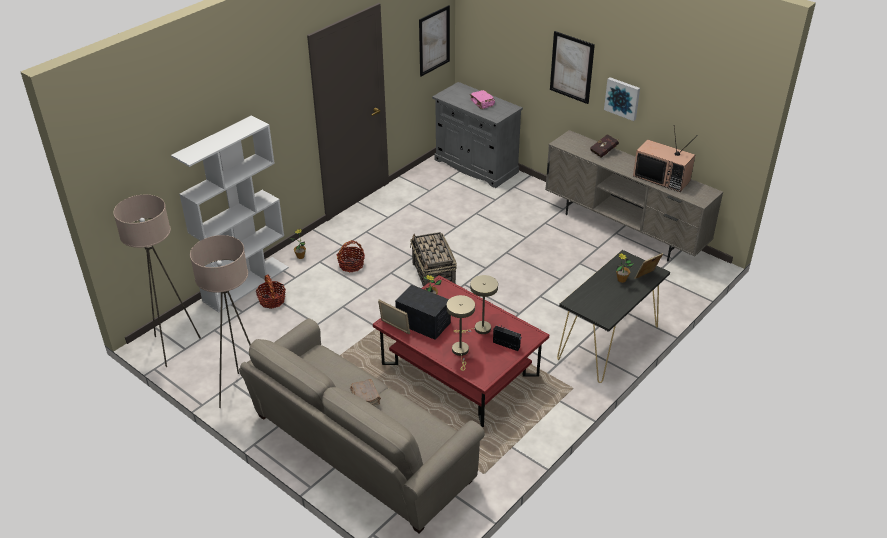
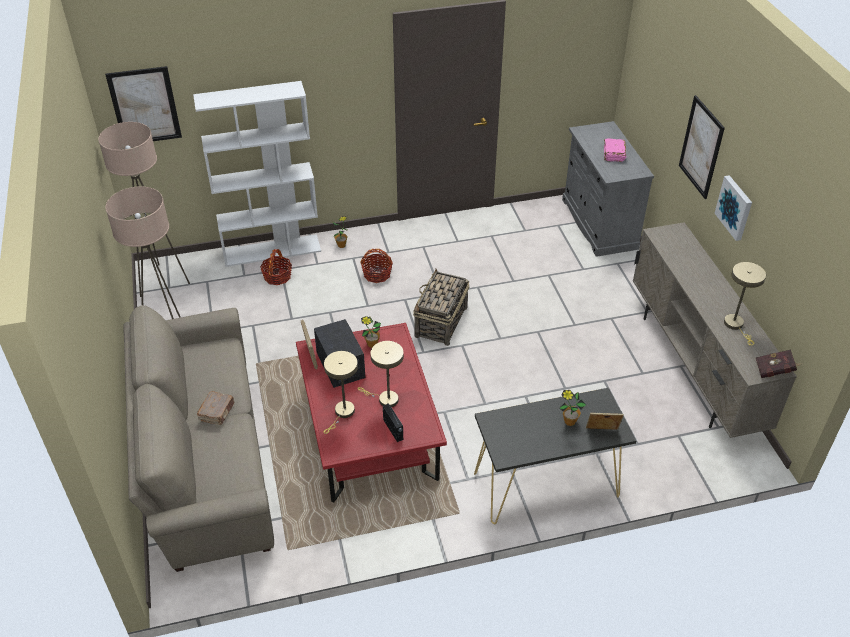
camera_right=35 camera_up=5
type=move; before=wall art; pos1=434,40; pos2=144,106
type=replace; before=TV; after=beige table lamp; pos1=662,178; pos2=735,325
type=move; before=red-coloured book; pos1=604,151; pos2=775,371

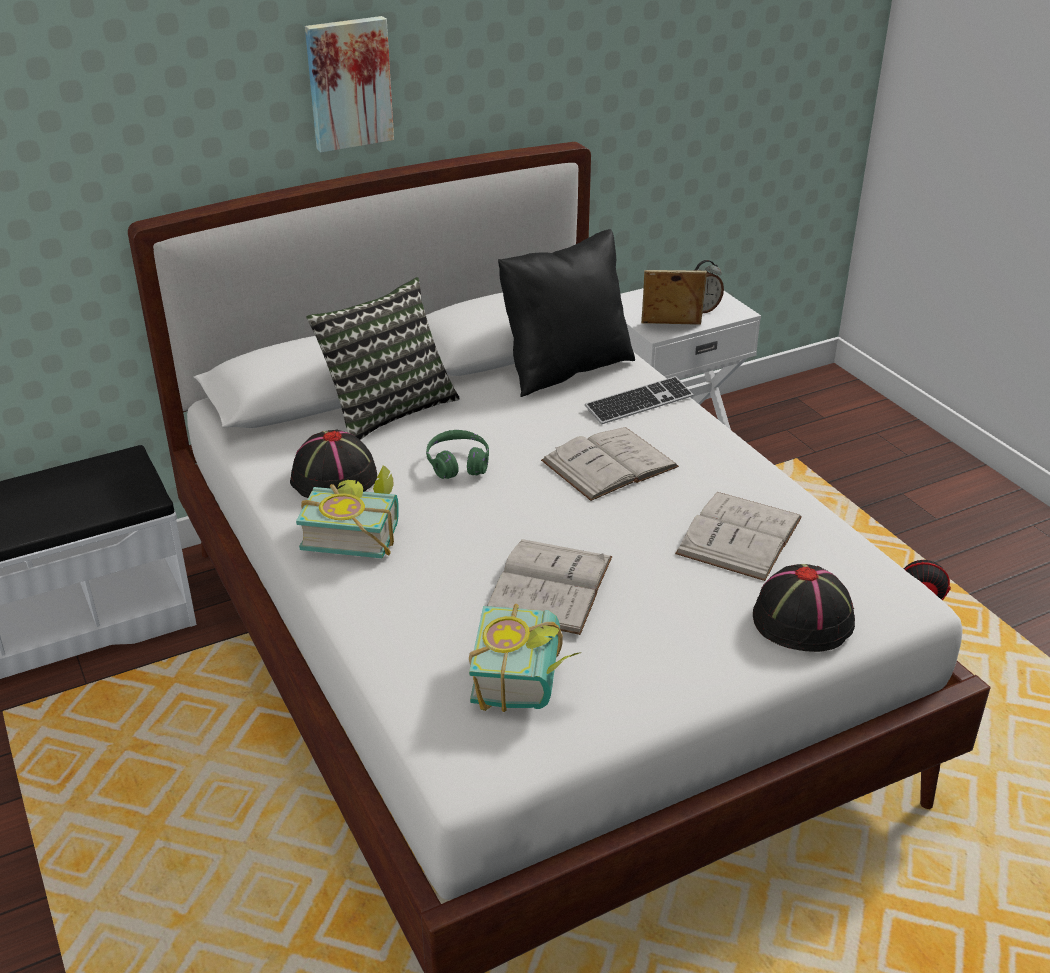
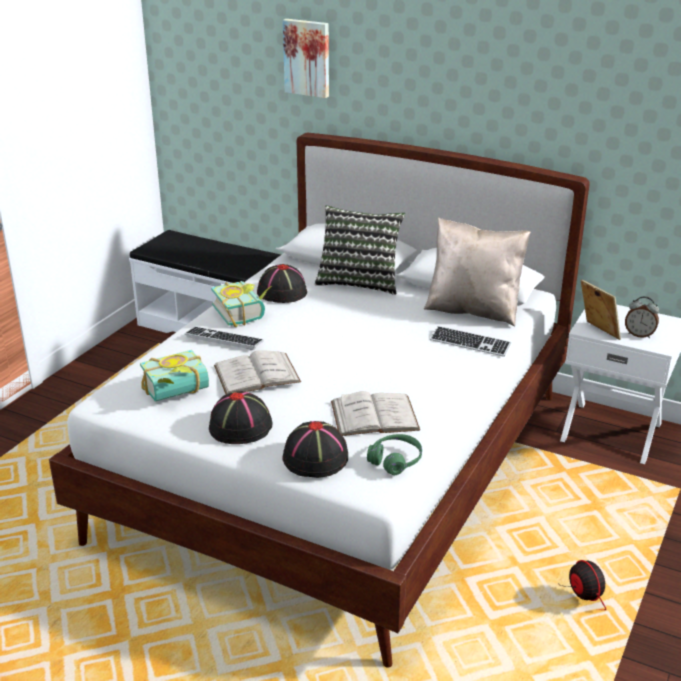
camera_right=55 camera_up=-5
type=insert; after=keyboard; pos2=224,339
type=insert; after=blackish wearable hat; pos2=241,426
type=move; before=wall art; pos1=348,83; pos2=307,57
type=move; before=green pair of headphones; pos1=458,464; pos2=395,461
type=recolor; before=blackish throw pillow; after=beige throw pillow; pos1=565,368; pos2=473,310
type=delete; before=white book; pos1=609,464

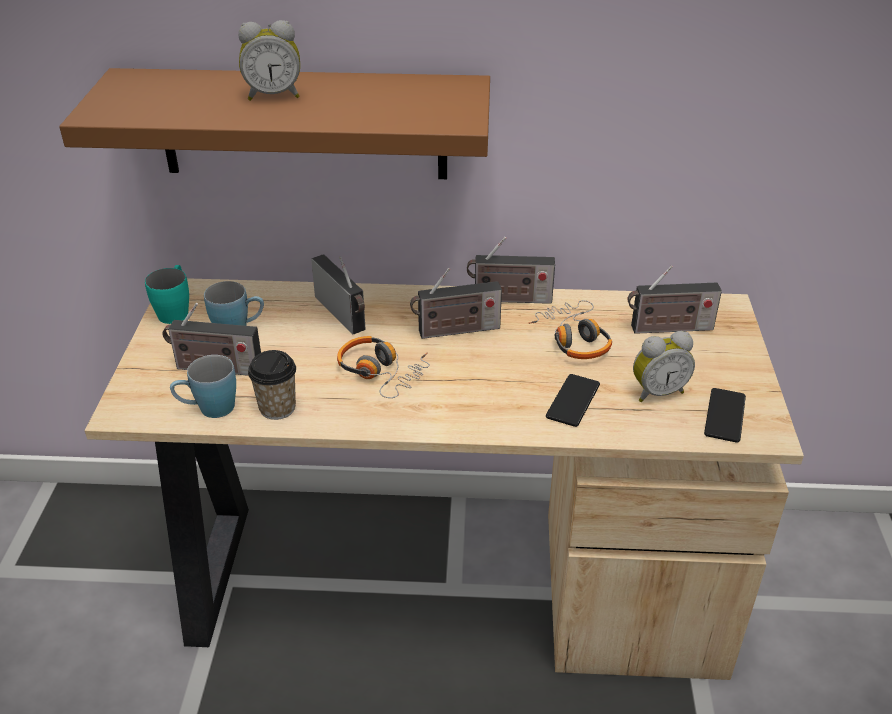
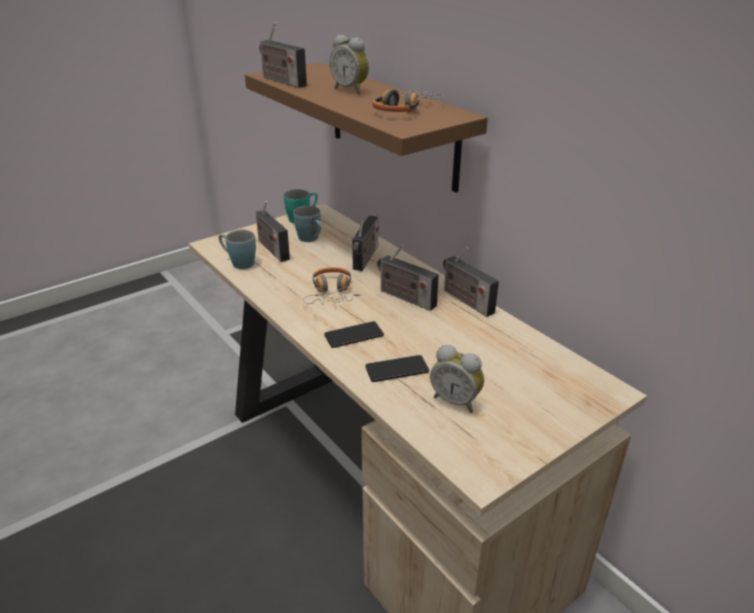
camera_right=50 camera_up=-5
type=move; before=radio; pos1=668,328; pos2=281,81
type=move; before=telephone; pos1=724,416; pos2=354,335
type=move; before=pair of headphones; pos1=573,339; pos2=403,109
type=delete; before=cup; pos1=277,408

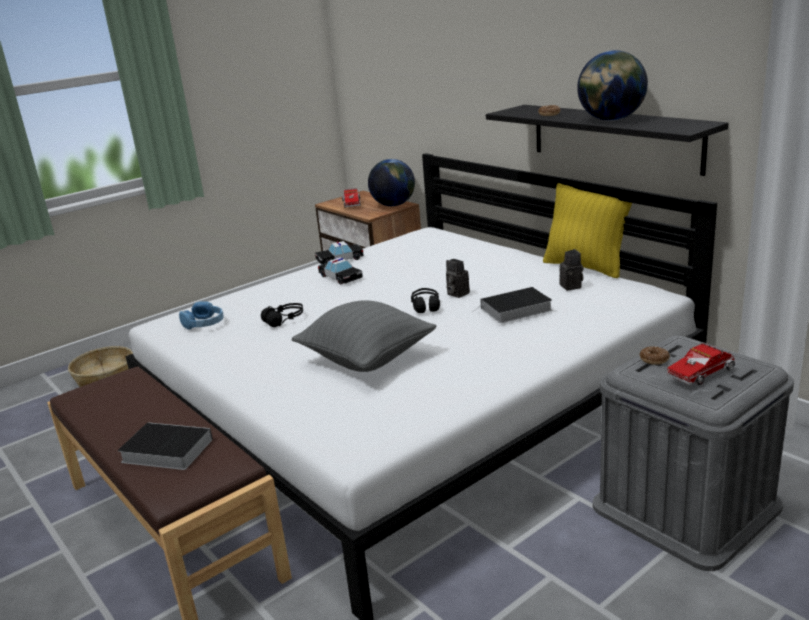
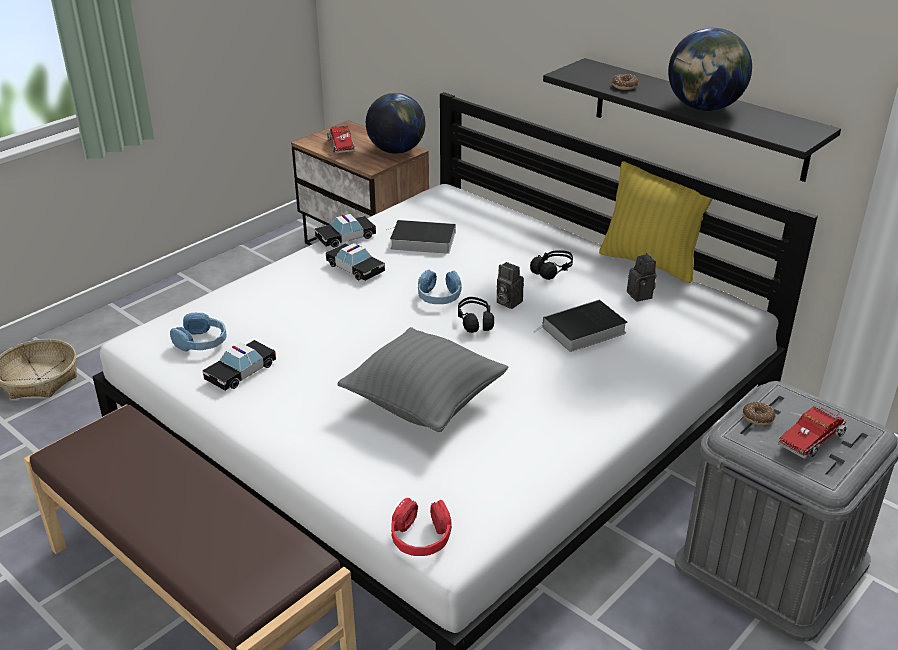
camera_right=-10 camera_up=10
type=insert; after=toy car; pos2=241,372
type=move; before=book; pos1=164,451; pos2=420,241
type=insert; after=red-coloured pair of headphones; pos2=421,537
type=insert; after=blue-coloured pair of headphones; pos2=439,296
type=move; before=blackish pair of headphones; pos1=284,320; pos2=552,270

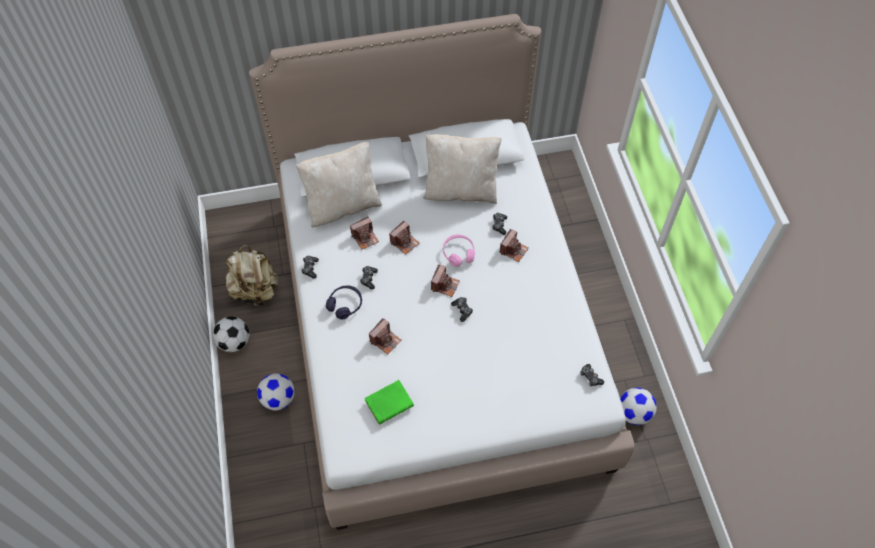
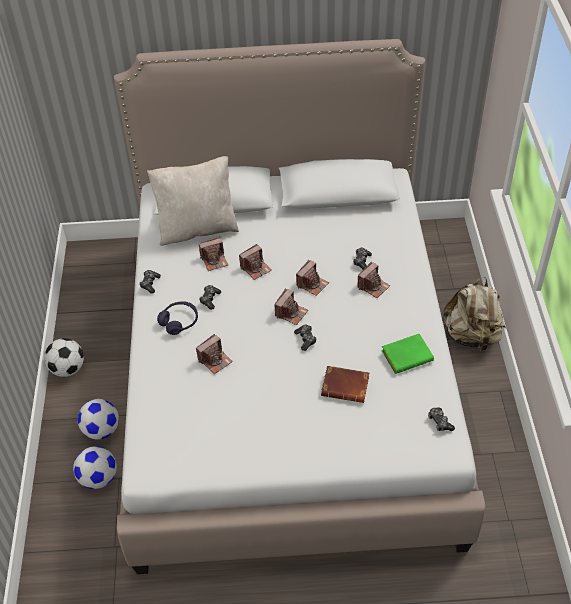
camera_right=10 camera_up=-10
type=move; before=football; pos1=634,413; pos2=99,478
type=replace; before=pink pair of headphones; after=still camera; pos1=458,253; pos2=312,284
type=insert; after=brown book; pos2=346,386
type=move; before=green book; pos1=389,402; pos2=407,355
type=move; before=beige knapsack; pos1=255,290; pos2=471,336
type=delete; before=beige throw pillow; pos1=461,190

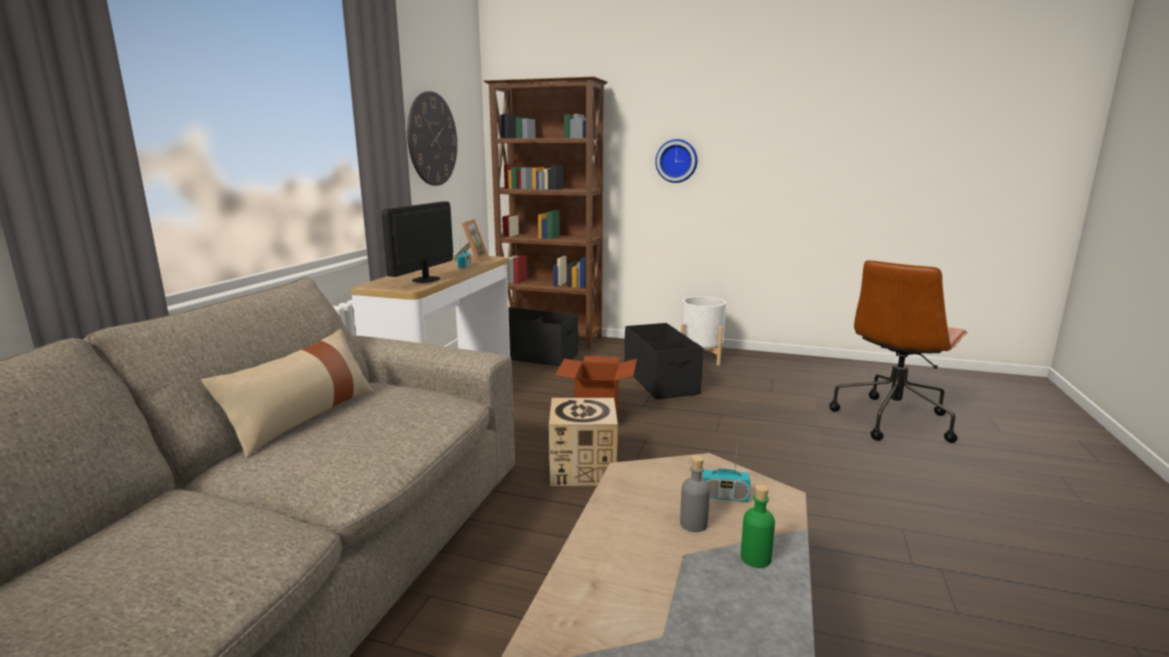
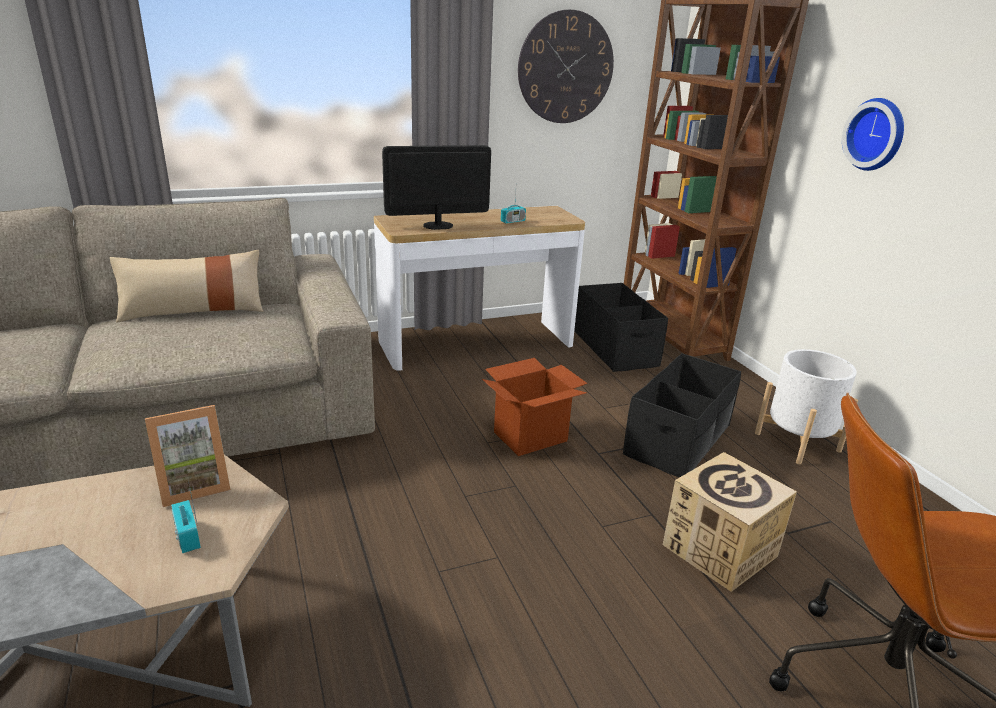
camera_right=50 camera_up=10
type=move; before=photo frame; pos1=472,259; pos2=194,485
type=move; before=cardboard box; pos1=583,469; pos2=719,550
type=delete; before=greyish drink bottle; pos1=693,524
type=delete; before=green drink bottle; pos1=755,558

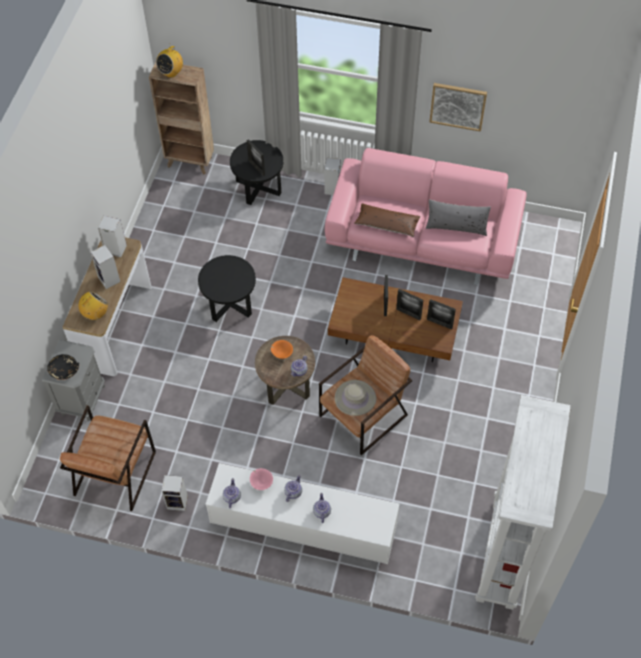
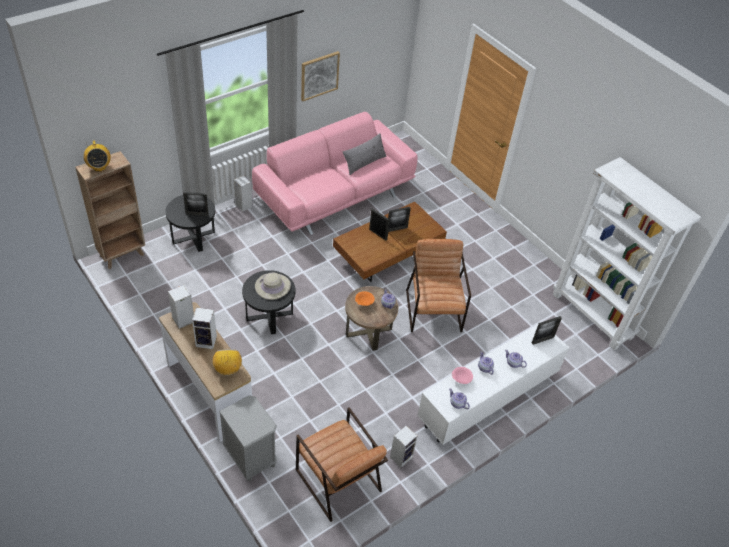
camera_right=-55 camera_up=-10
type=move; before=beige wearable hat; pos1=355,398; pos2=272,286
type=move; before=photo frame; pos1=439,323; pos2=542,340
type=delete; before=blackish deep dish; pos1=64,370
type=delete; before=brown throw pillow; pos1=387,224

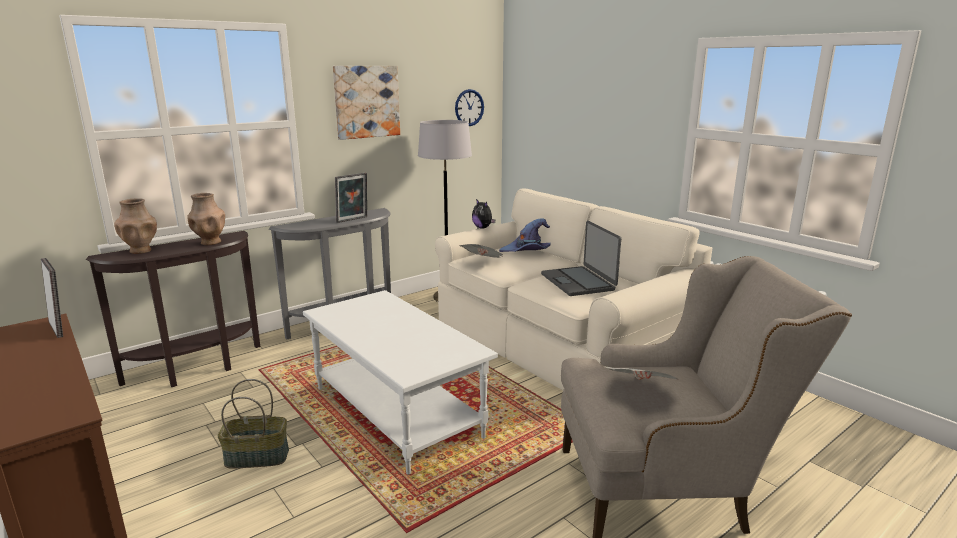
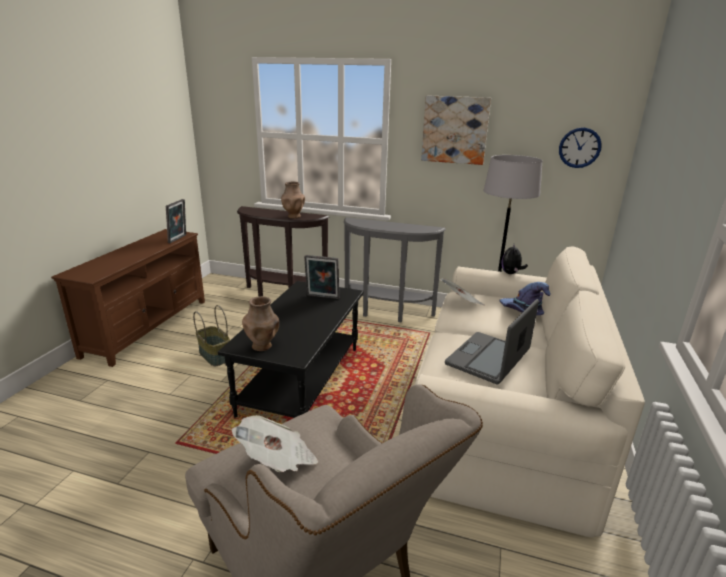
camera_right=55 camera_up=5
type=recolor; before=white low table; after=blackish low table; pos1=398,412; pos2=302,381
type=move; before=brown flower vase; pos1=141,251; pos2=262,346
type=move; before=photo frame; pos1=353,220; pos2=322,297

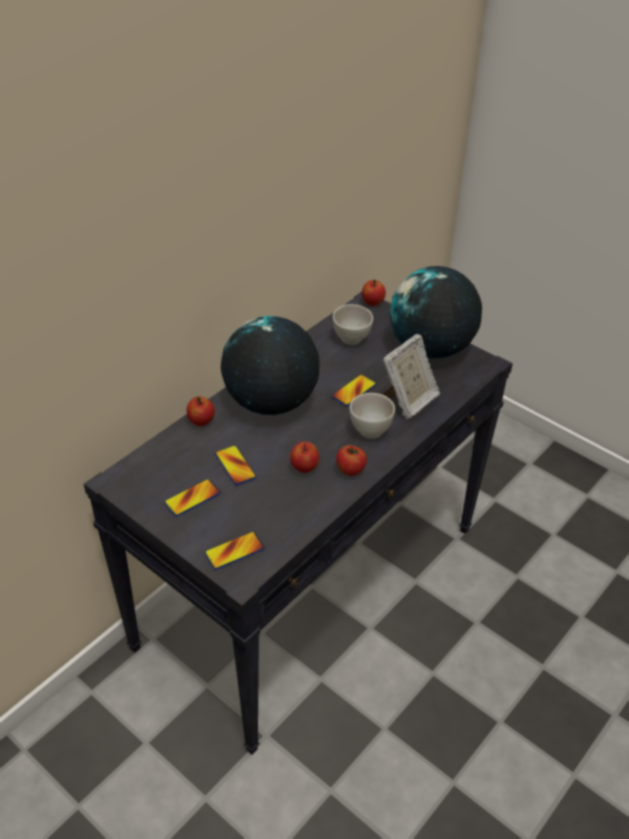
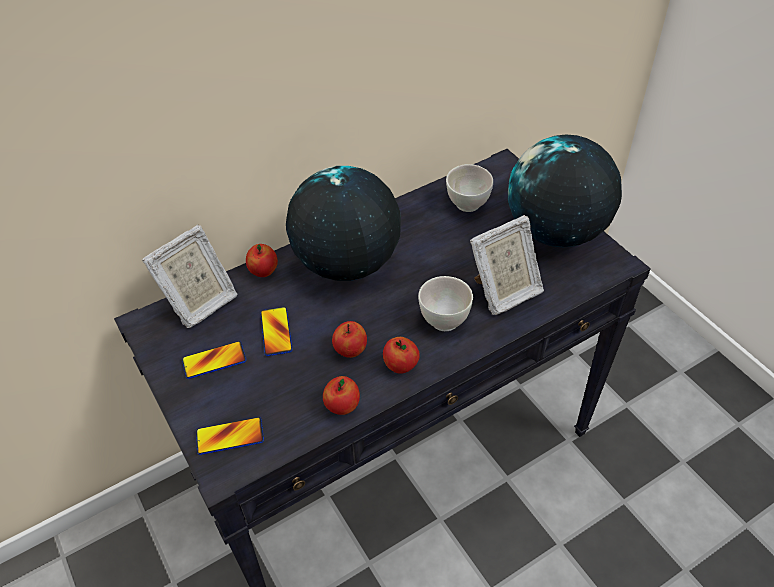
camera_right=20 camera_up=5
type=insert; after=photo frame; pos2=200,303
type=move; before=whole apple; pos1=372,302; pos2=342,406
type=delete; before=telephone; pos1=353,391

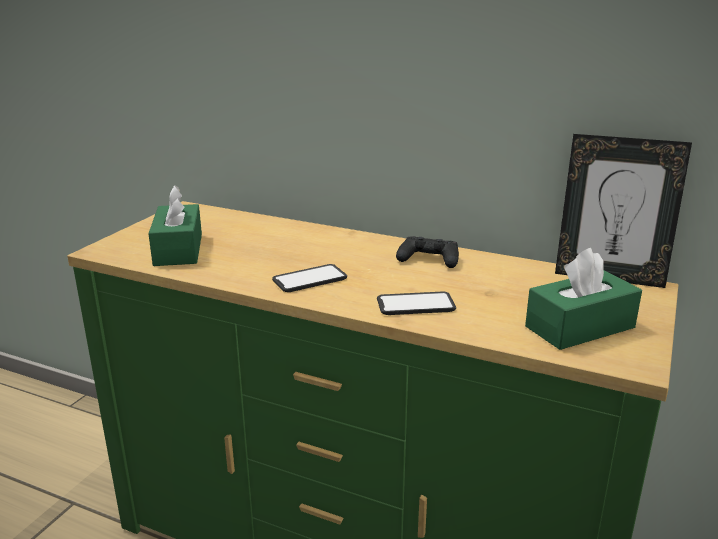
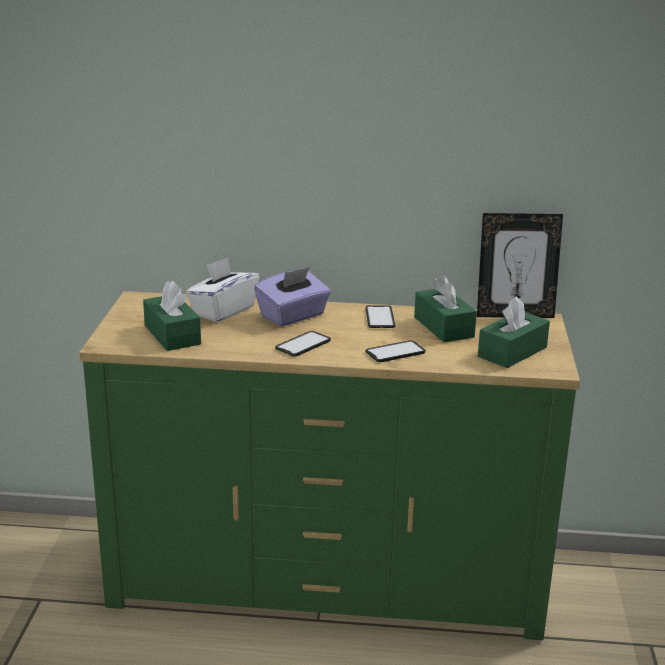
camera_right=-20 camera_up=0
type=insert; after=white tissue holder; pos2=223,311
type=insert; after=purple-coloured tissue holder; pos2=293,316
type=replace; before=blackish game controller; after=telephone; pos1=429,259; pos2=380,318
type=insert; after=green tissue holder; pos2=443,327

